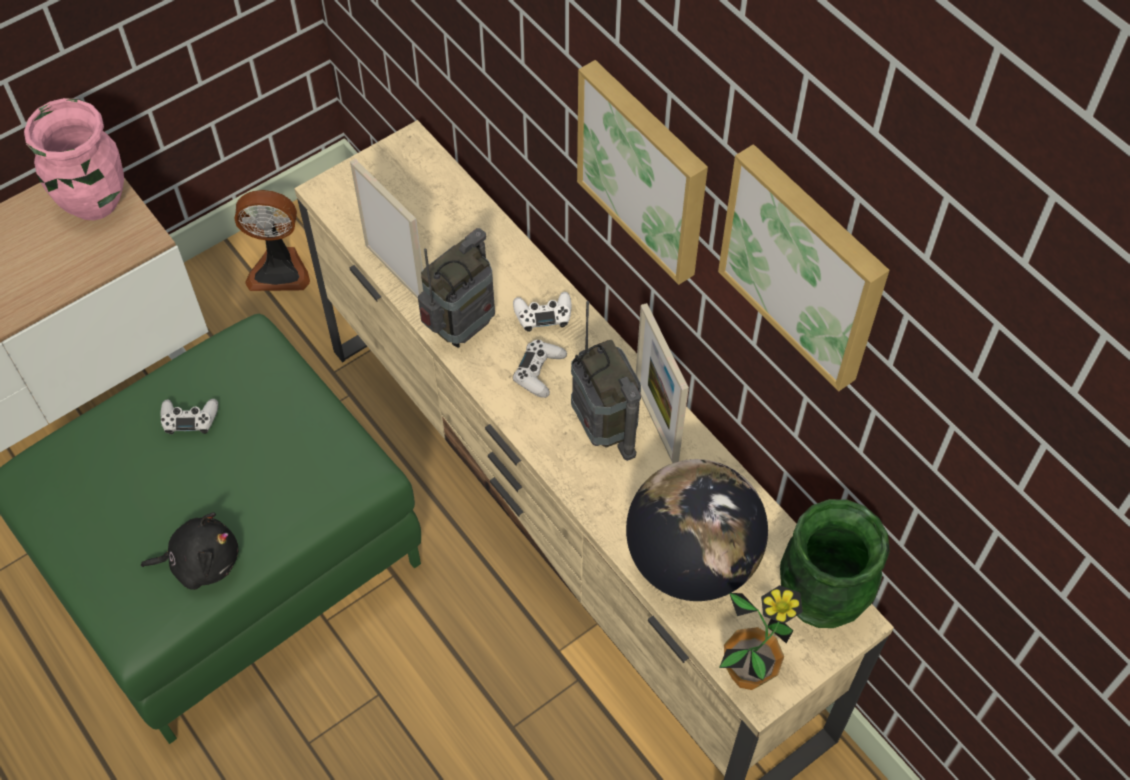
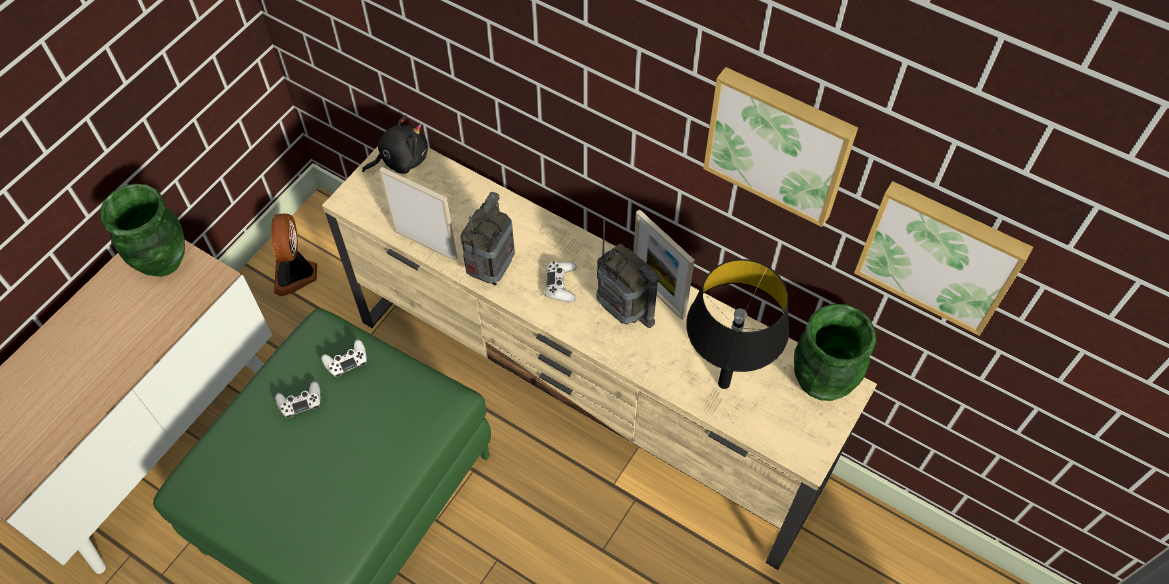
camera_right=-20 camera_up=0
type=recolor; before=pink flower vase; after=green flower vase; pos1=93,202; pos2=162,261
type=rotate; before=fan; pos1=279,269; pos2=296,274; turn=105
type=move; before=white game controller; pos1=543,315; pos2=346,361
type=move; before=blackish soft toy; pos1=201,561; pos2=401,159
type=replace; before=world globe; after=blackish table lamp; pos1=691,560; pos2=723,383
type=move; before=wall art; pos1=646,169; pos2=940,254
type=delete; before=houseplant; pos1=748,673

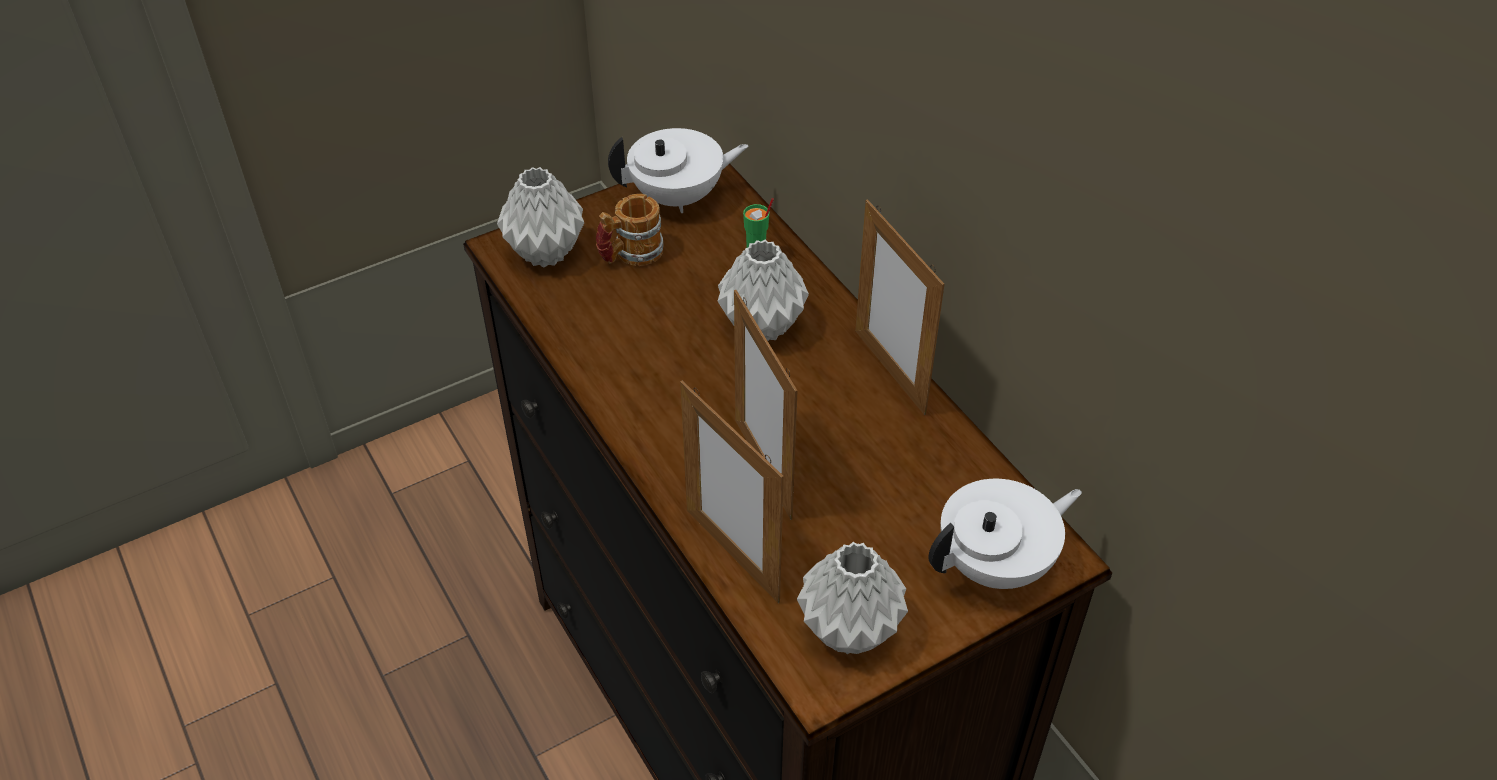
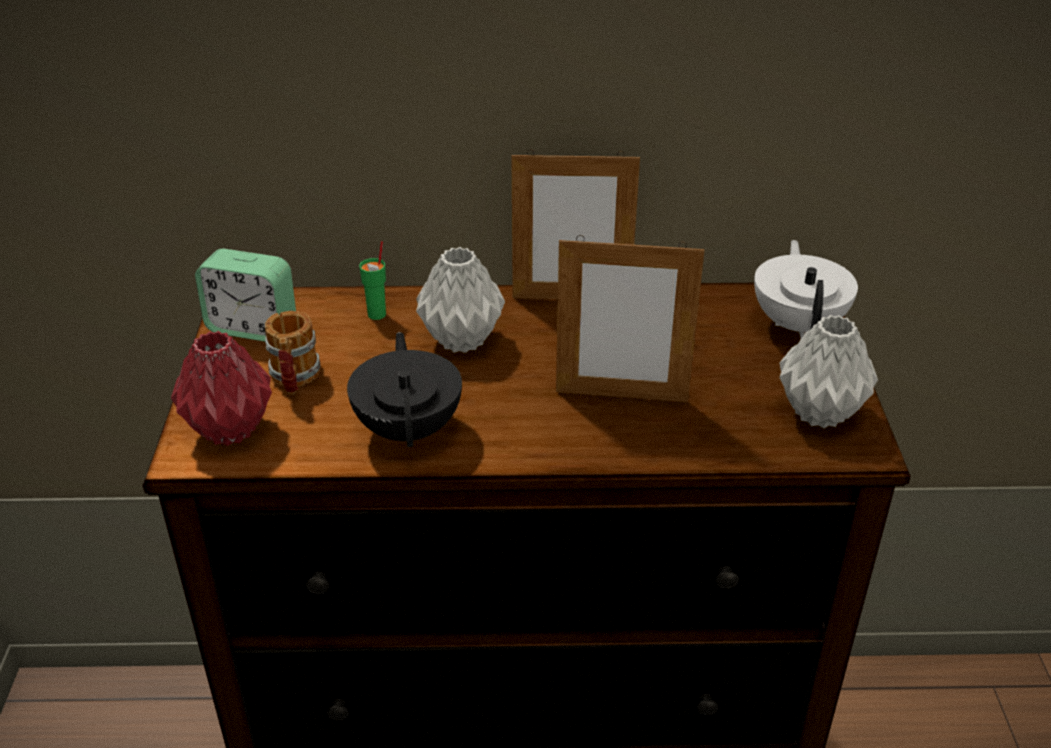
camera_right=-60 camera_up=-10
type=recolor; before=greyish flower vase; after=red-coloured flower vase; pos1=544,253; pos2=229,431
type=replace; before=white teapot; after=table clock; pos1=679,197; pos2=252,327
type=insert; after=blackish teapot; pos2=409,428
type=delete; before=photo frame; pos1=732,554

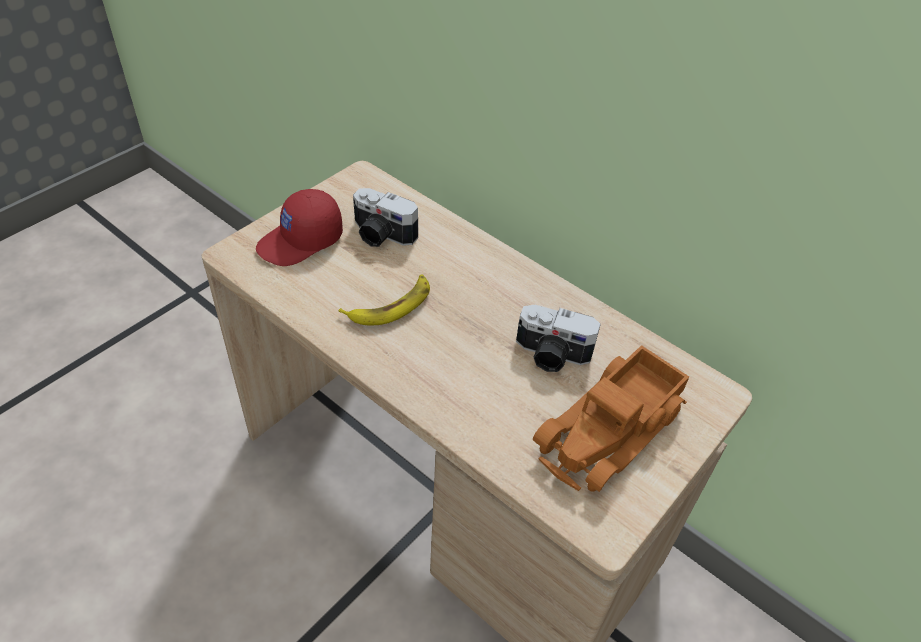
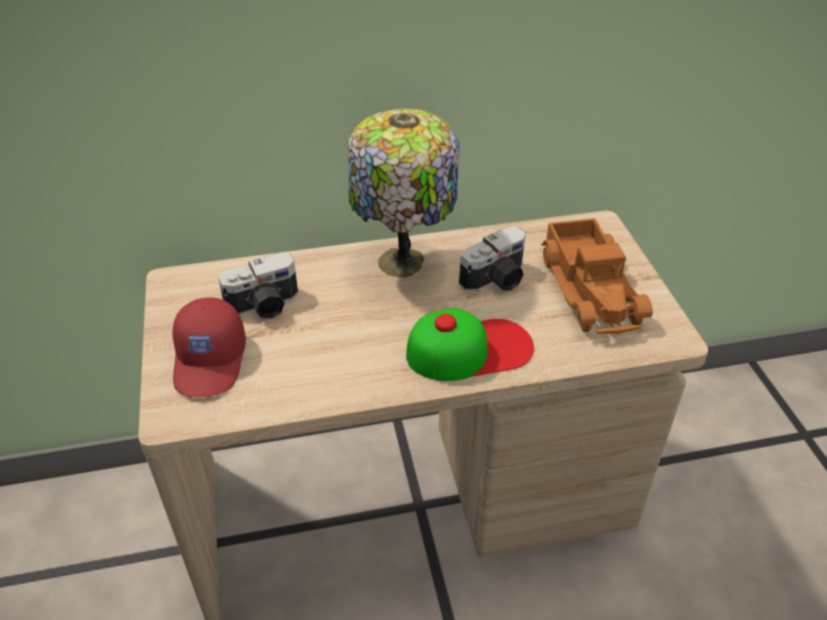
camera_right=-50 camera_up=-5
type=insert; after=table lamp; pos2=402,264
type=insert; after=cap; pos2=470,349
type=delete; before=banana; pos1=391,305

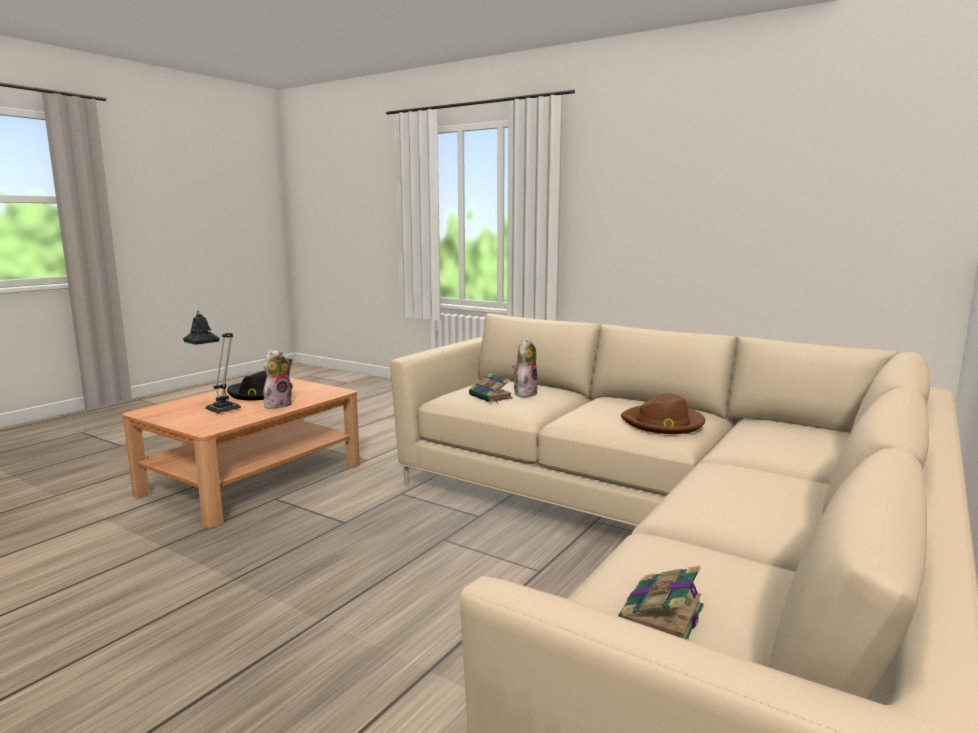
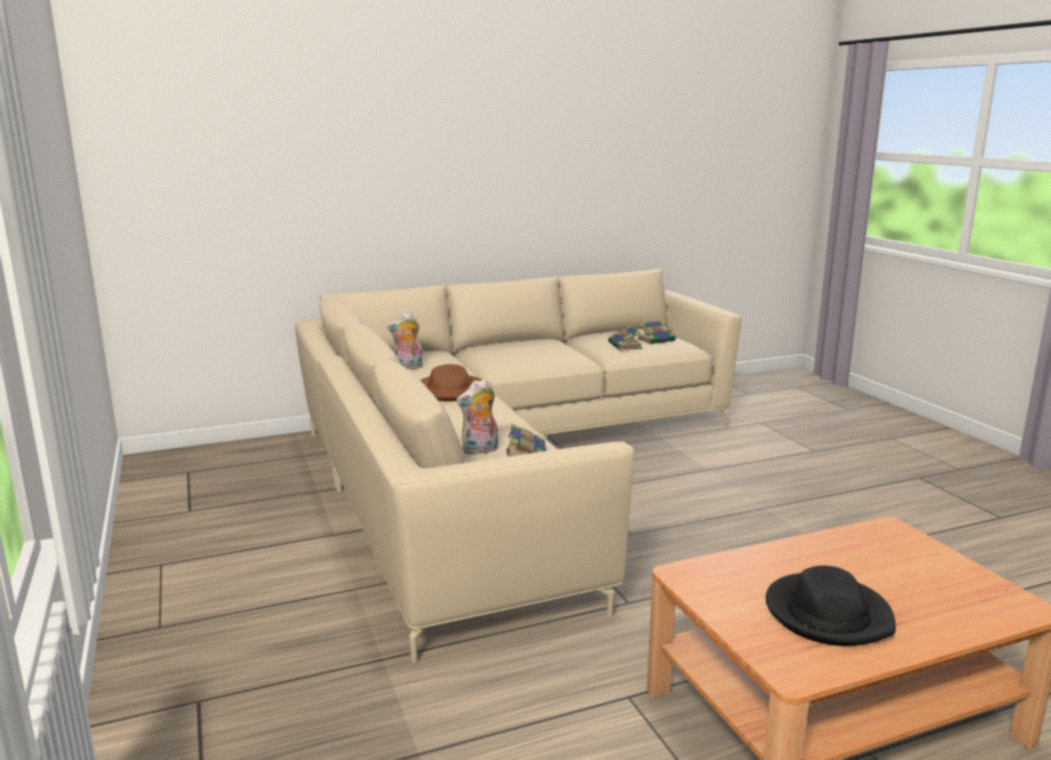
camera_right=-145 camera_up=5
type=move; before=soft toy; pos1=278,405; pos2=407,367
type=insert; after=book; pos2=625,346
type=delete; before=table lamp; pos1=219,408

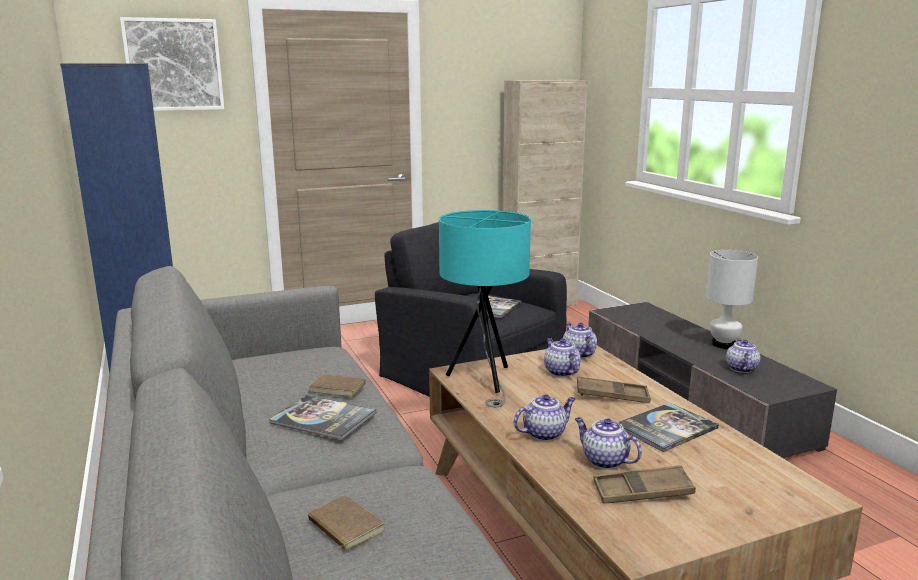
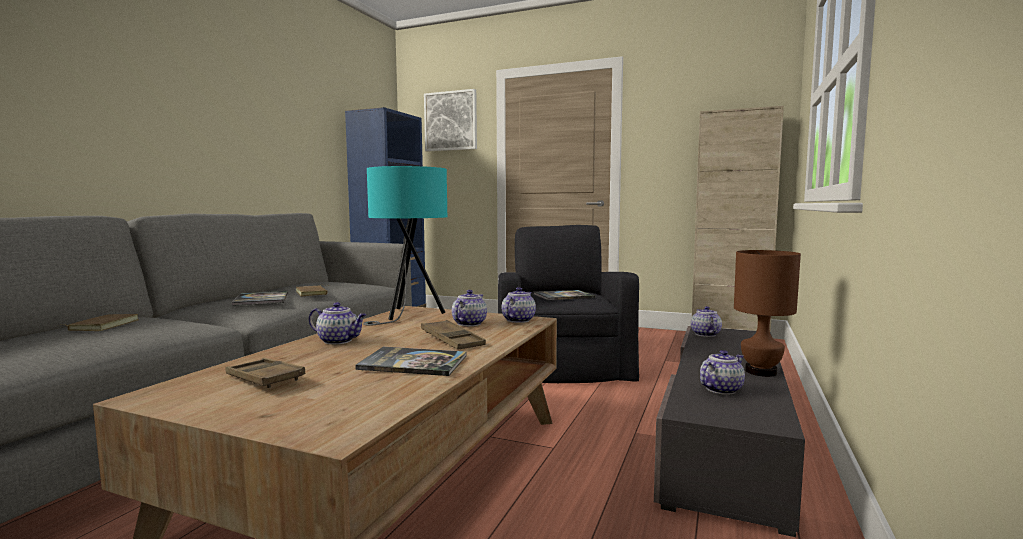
camera_right=45 camera_up=-10
type=move; before=teapot; pos1=604,460; pos2=705,334
type=recolor; before=white table lamp; after=brown table lamp; pos1=723,345; pos2=760,371

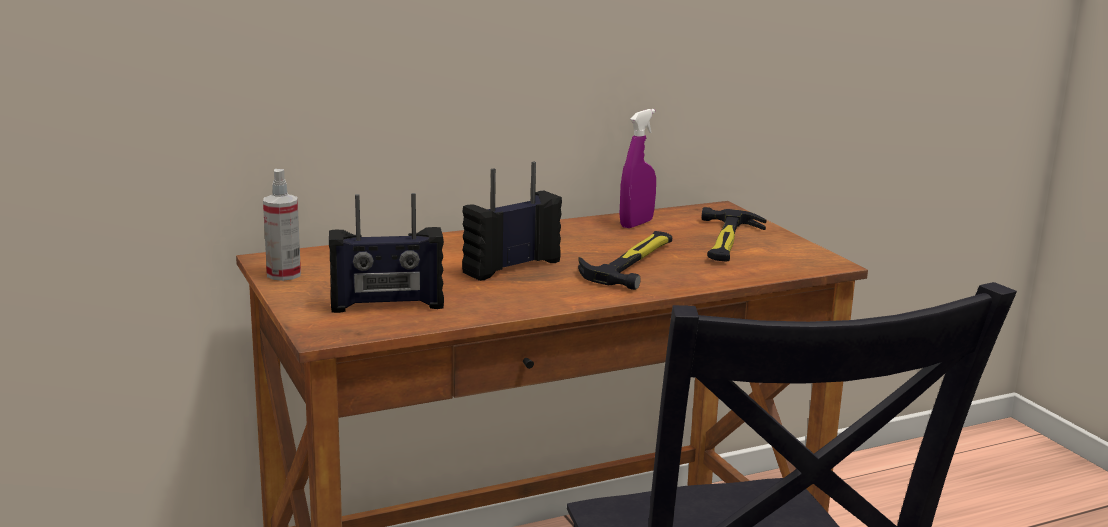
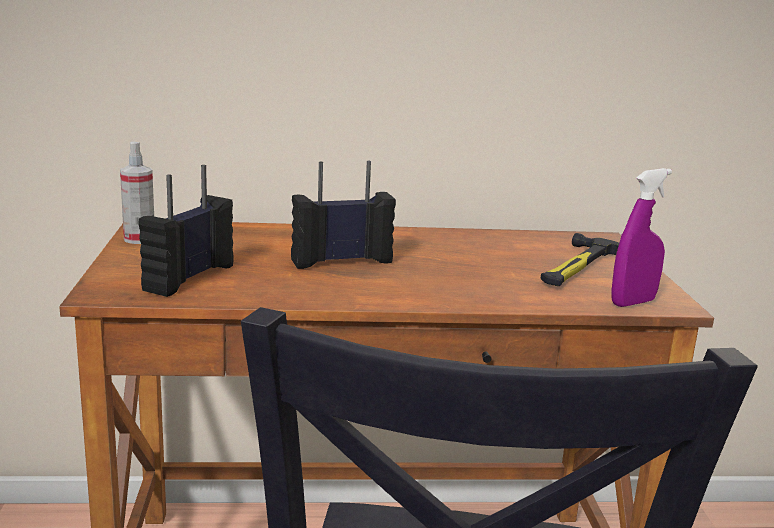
camera_right=20 camera_up=0
type=rotate; before=radio; pos1=387,305; pos2=188,277; turn=105
type=move; before=purple-coloured spray bottle; pos1=636,224; pos2=633,302
type=delete; before=hand hammer; pos1=632,262

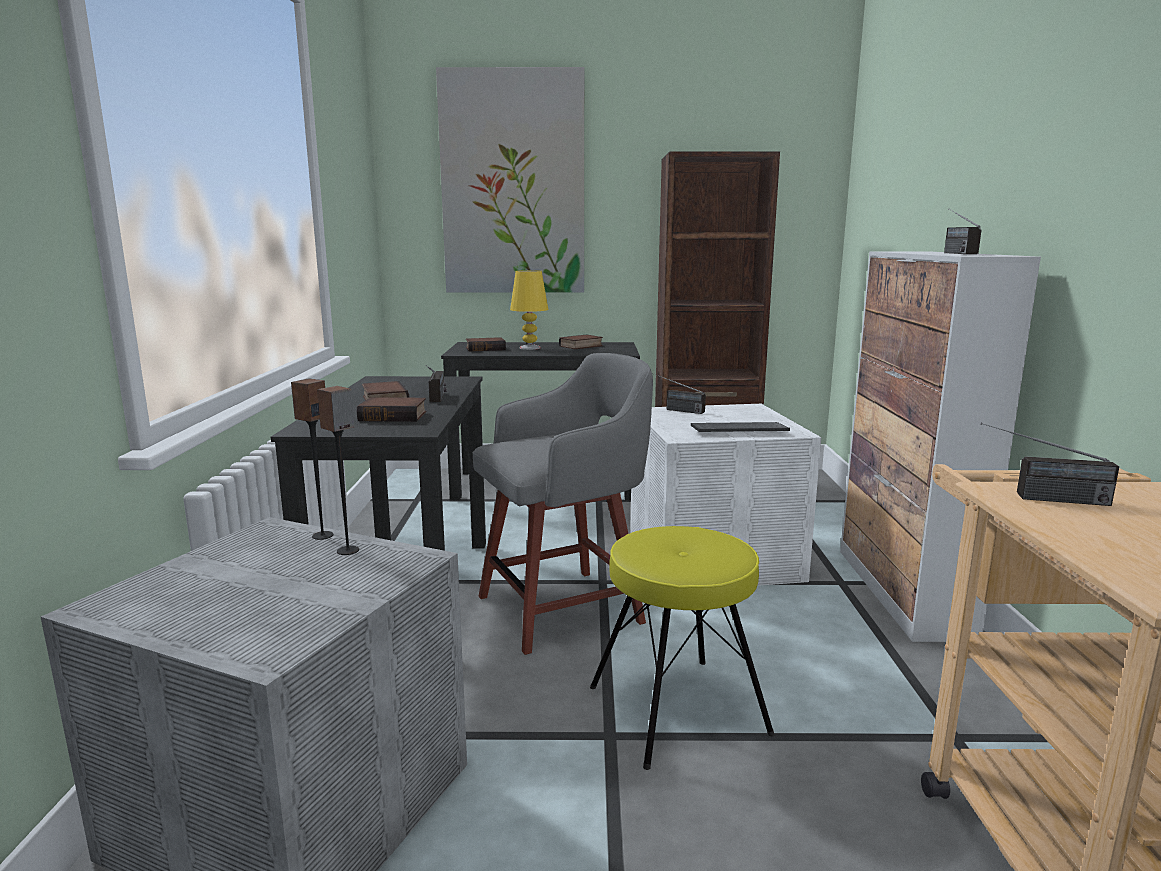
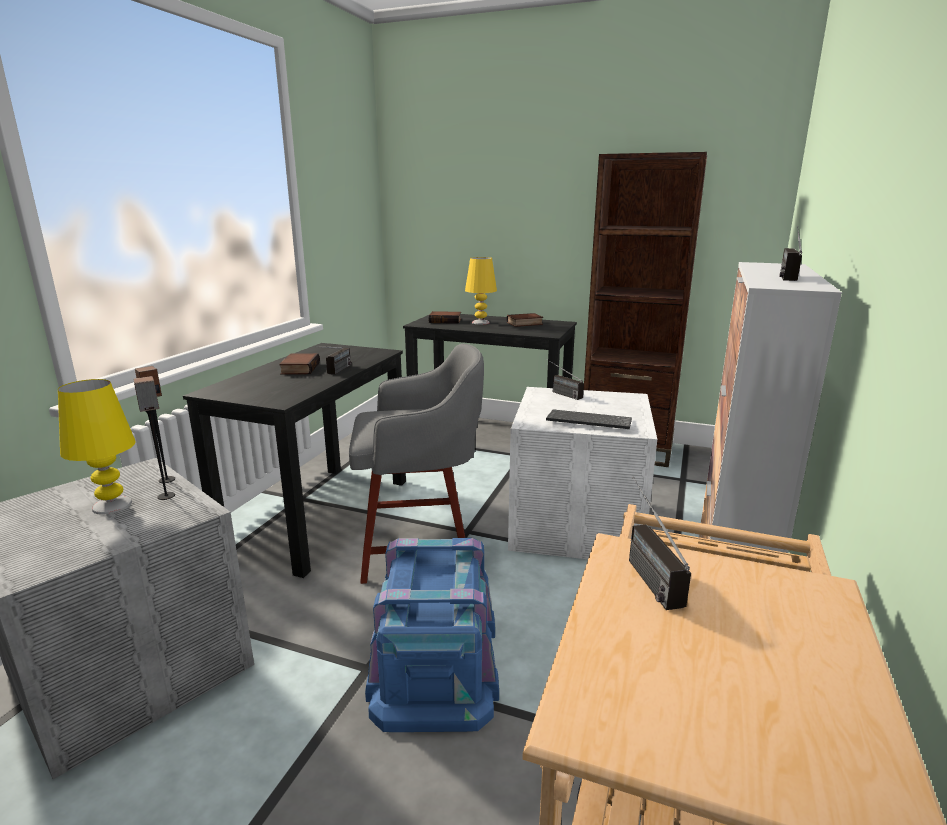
camera_right=20 camera_up=5
type=insert; after=yellow table lamp; pos2=112,505
type=replace; before=yellow sitting stool; after=blue-coloured storage container; pos1=679,710; pos2=436,660
type=rotate; before=radio; pos1=1039,498; pos2=643,570; turn=45
type=delete; before=book; pos1=394,416
type=delete; before=wall art; pos1=513,184

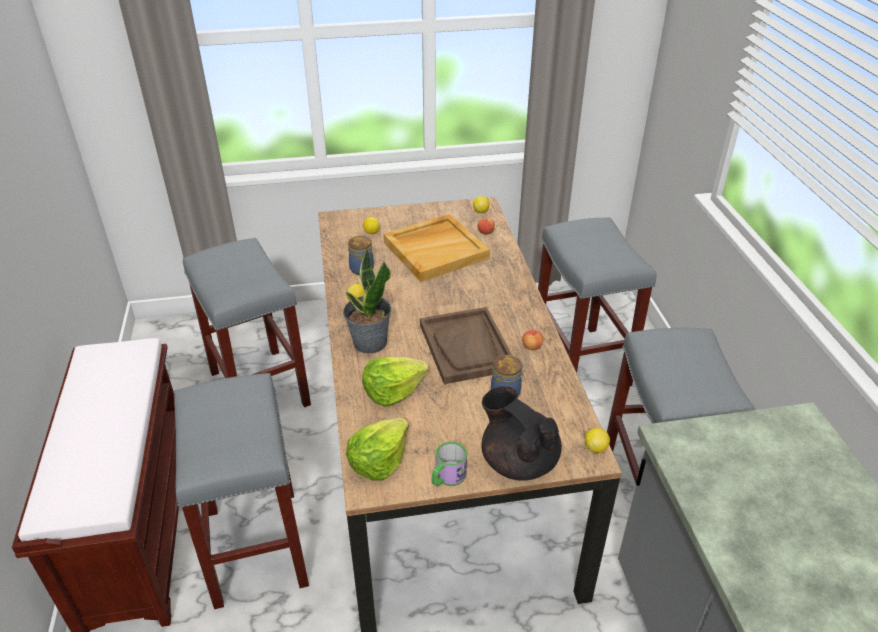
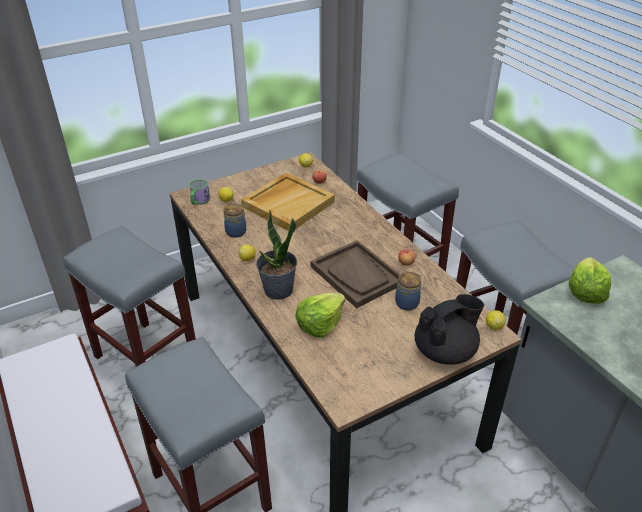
camera_right=-20 camera_up=0
type=move; before=tea mug; pos1=447,477; pos2=199,201
type=rotate; before=blackish teapot; pos1=518,461; pos2=445,351; turn=120
type=move; before=lettuce; pos1=378,461; pos2=585,292

